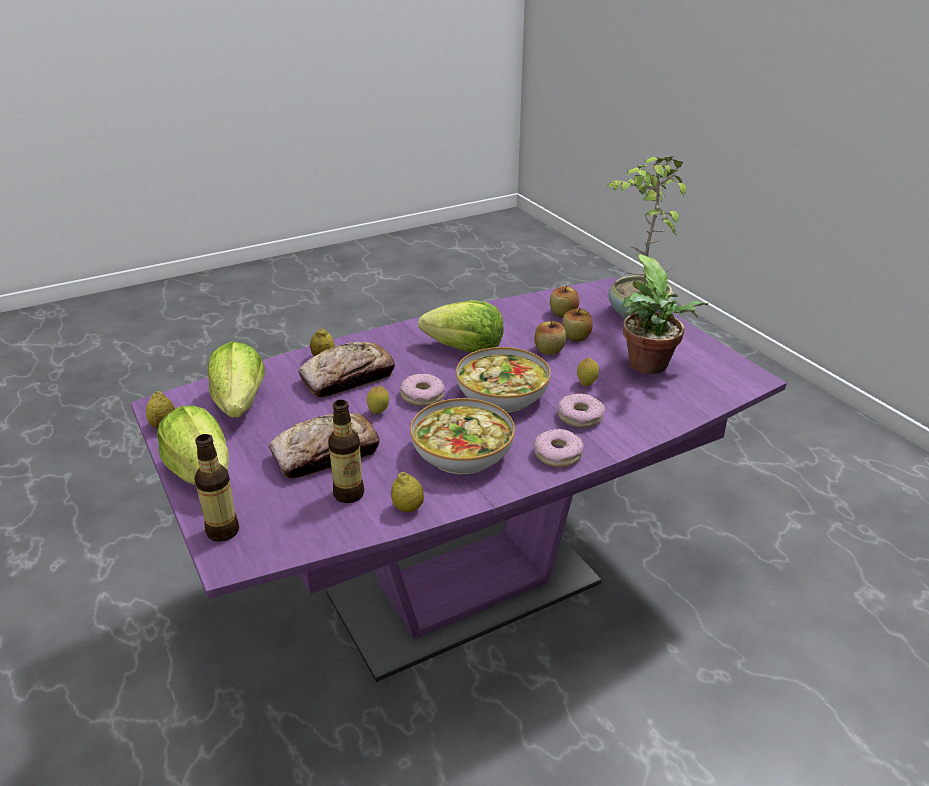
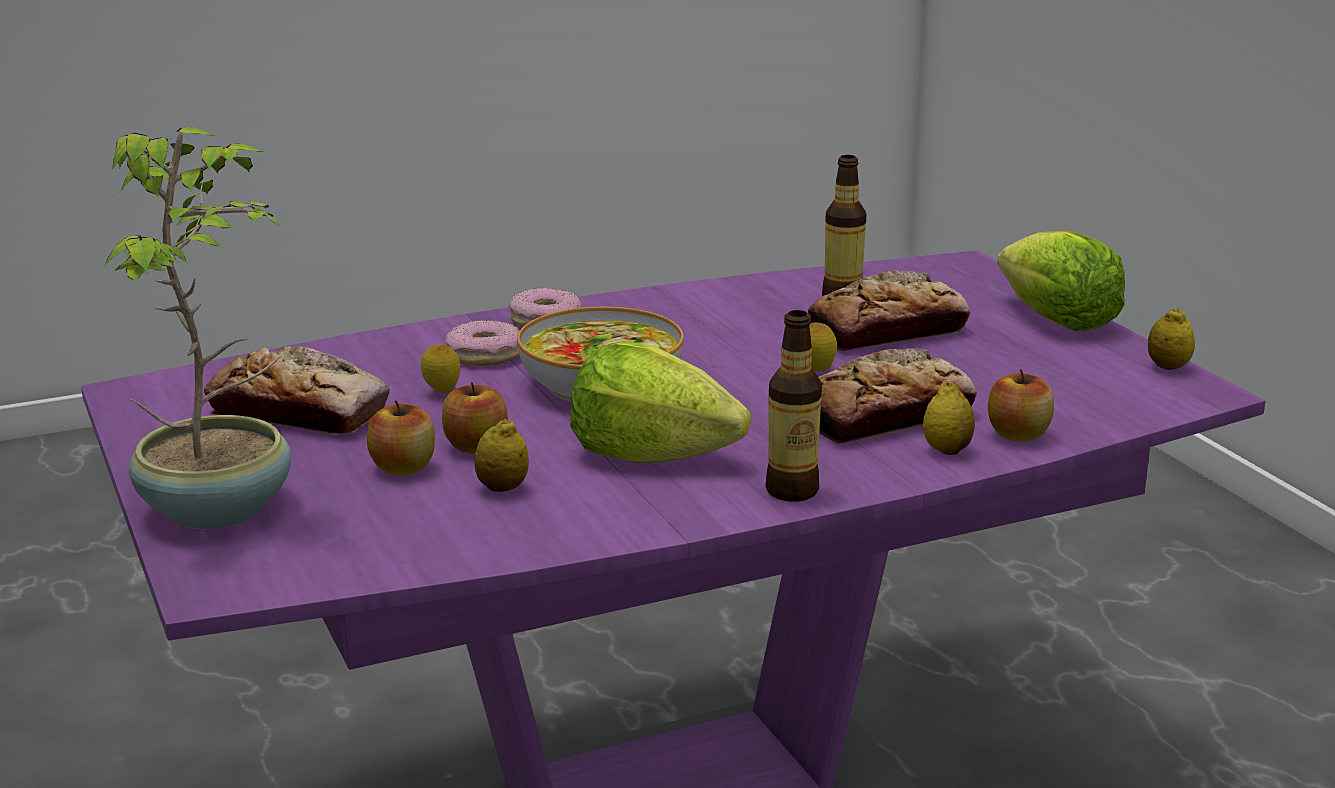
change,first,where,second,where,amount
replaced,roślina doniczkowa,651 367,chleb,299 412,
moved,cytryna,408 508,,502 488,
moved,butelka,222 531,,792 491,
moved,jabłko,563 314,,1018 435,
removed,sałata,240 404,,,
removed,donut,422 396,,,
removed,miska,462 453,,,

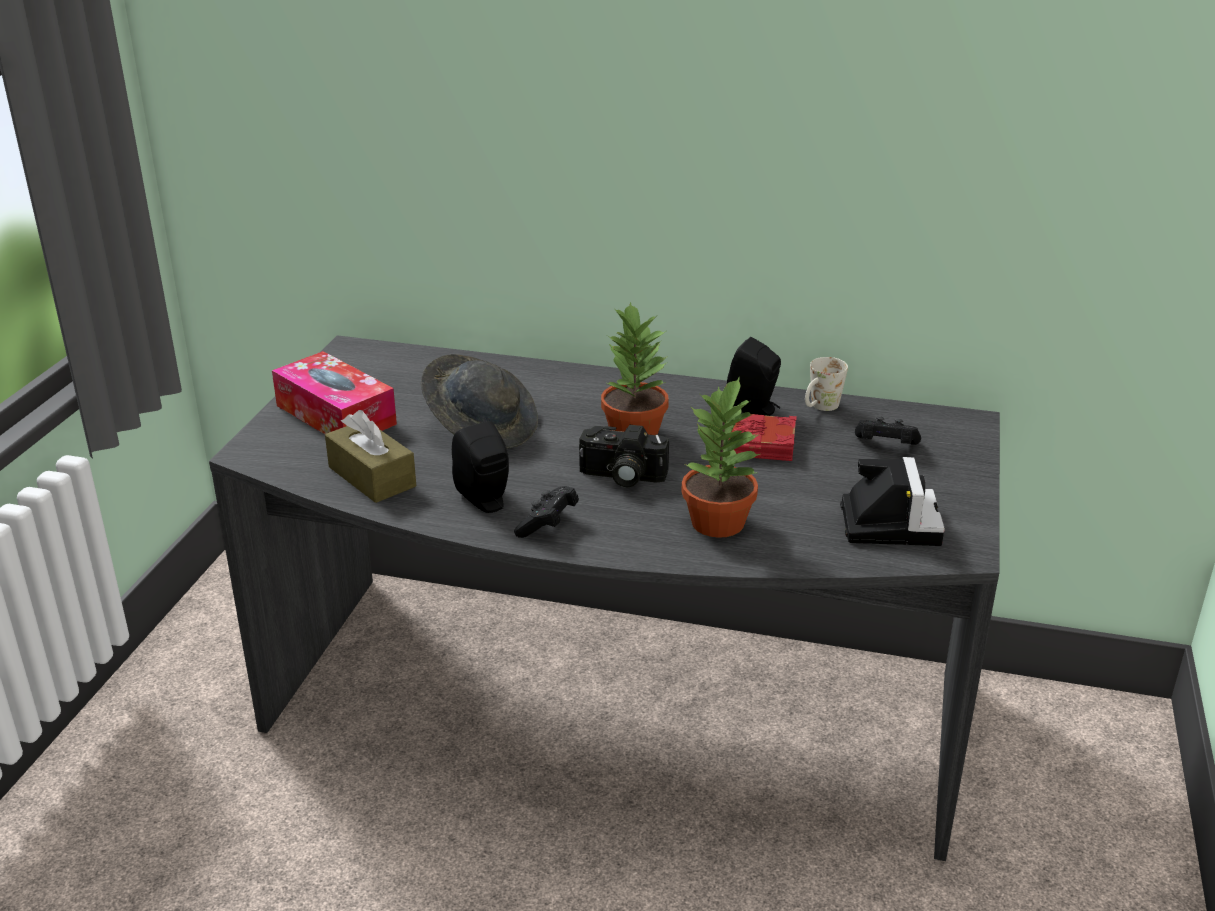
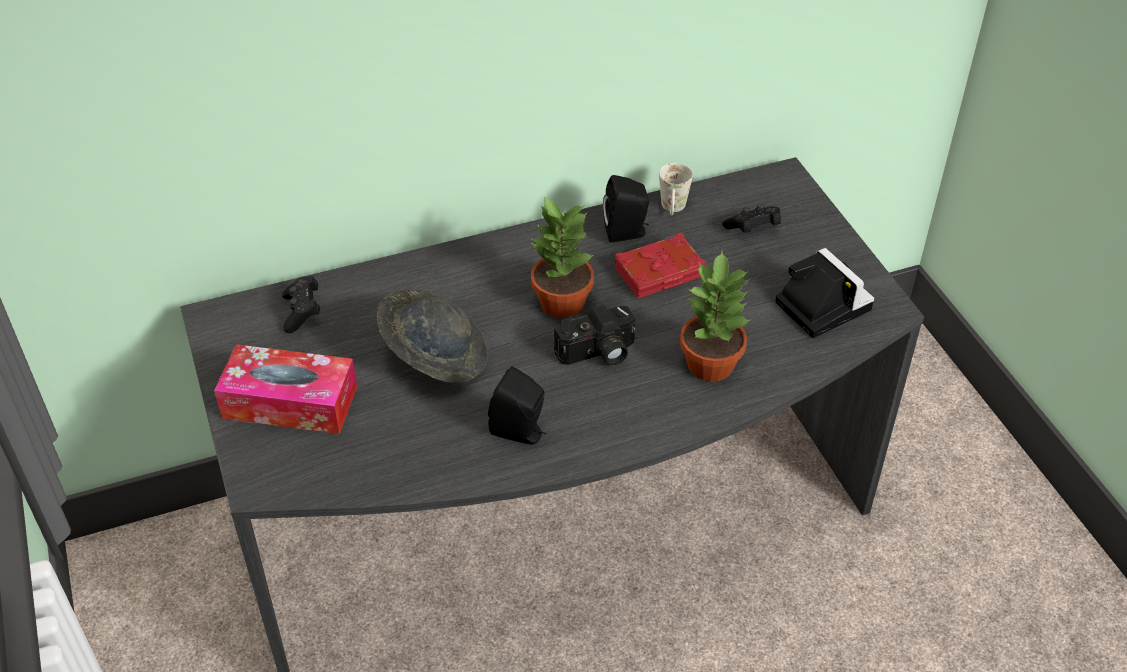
change,first,where,second,where,amount
moved,pad do gier/czarny,548 525,,302 312,
removed,pudełko chusteczek/brązowy,372 477,,,

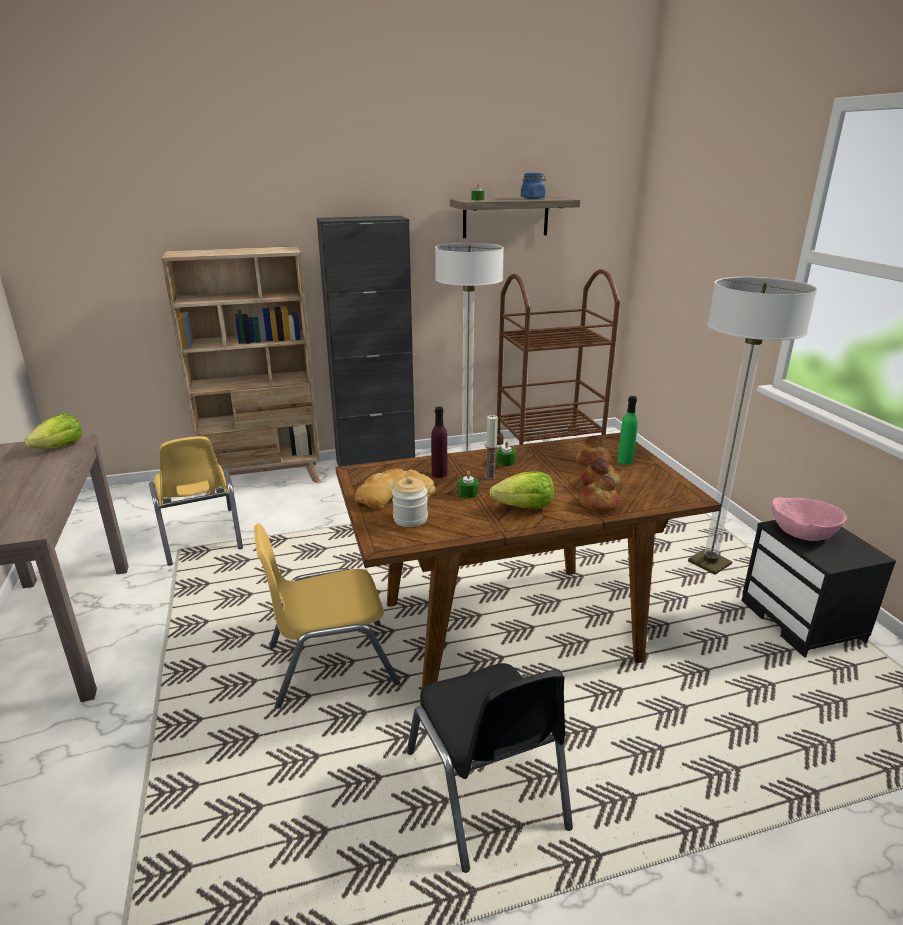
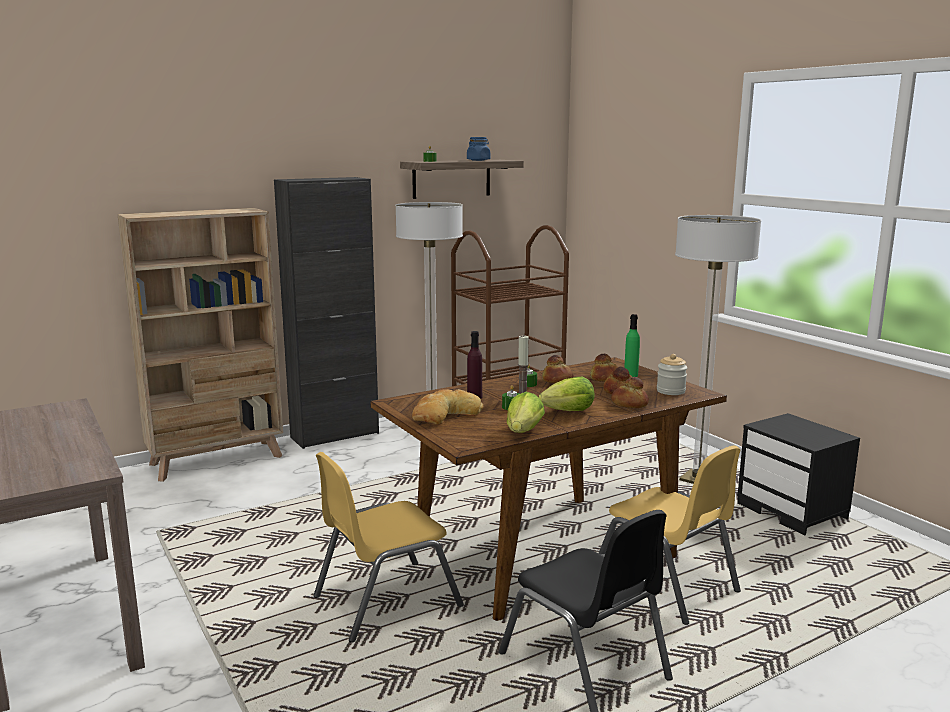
change,first,where,second,where,amount
moved,sałata,60 447,,524 431,
added,,,chleb,557 380,
moved,krzesło/żółty,200 536,,665 584,
moved,słoik,410 519,,670 391,
removed,miska/różowy,802 532,,,

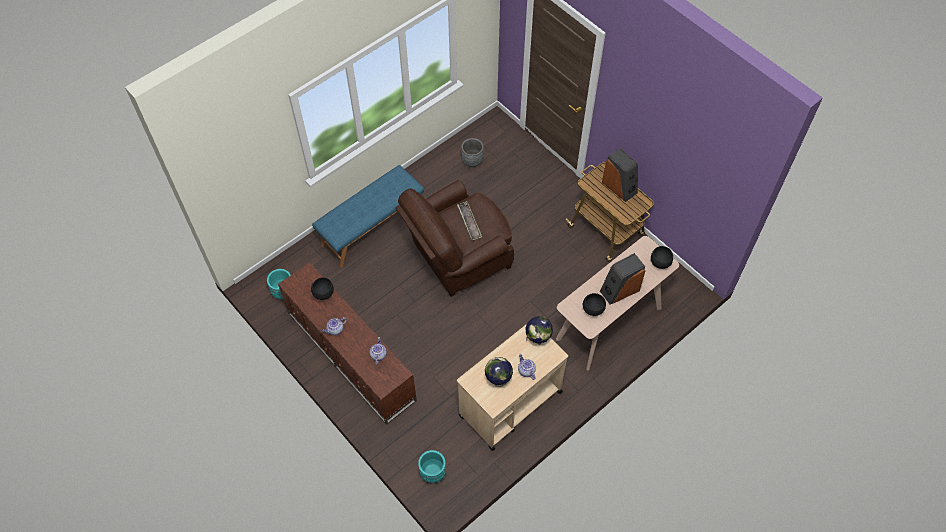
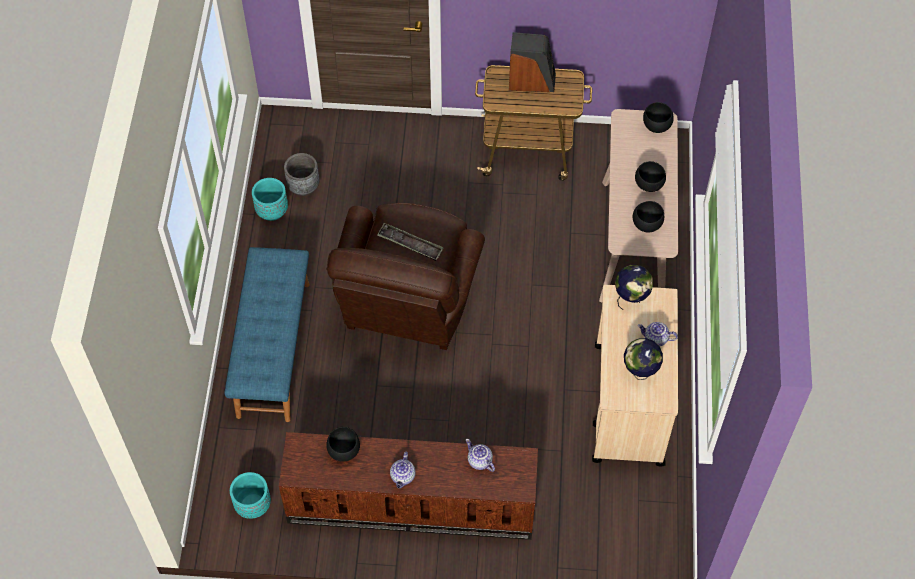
change,first,where,second,where,amount
moved,donica/turkusowy,432 472,,272 211,
replaced,głośnik,619 290,miska/czarny,649 184,

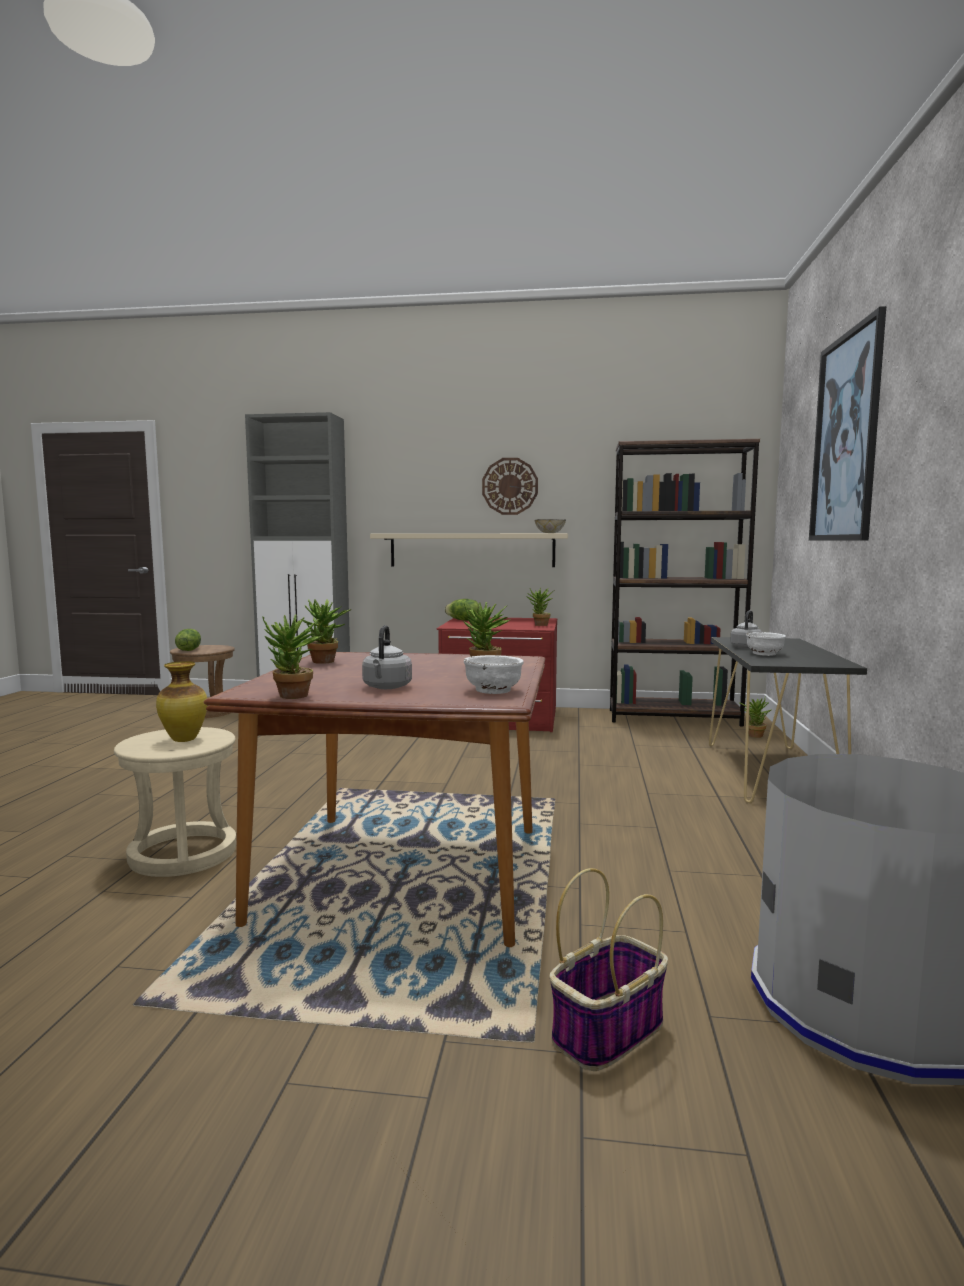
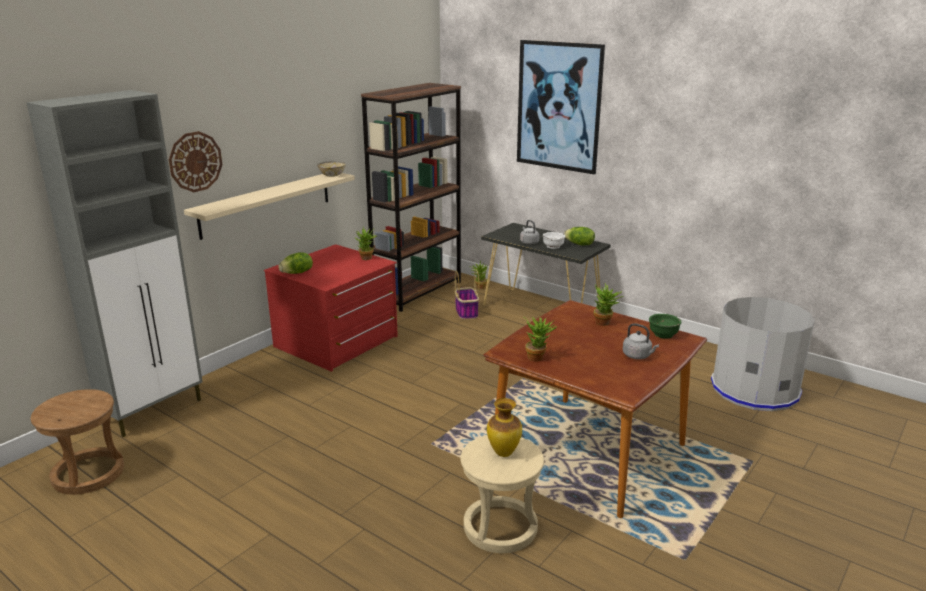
change,first,where,second,where,amount
moved,zegar ścienny,510 486,,195 161,
moved,koszyk,608 1030,,466 312,
moved,sałata,189 650,,579 244,
recoloured,miska/biały,492 690,miska/zielony,663 334,
removed,roślina doniczkowa,292 697,,,

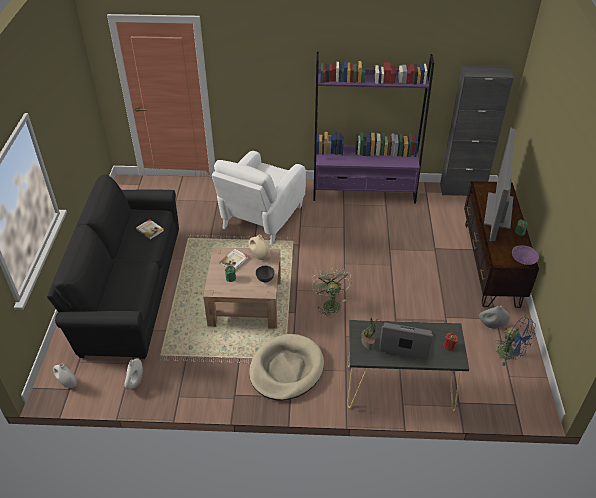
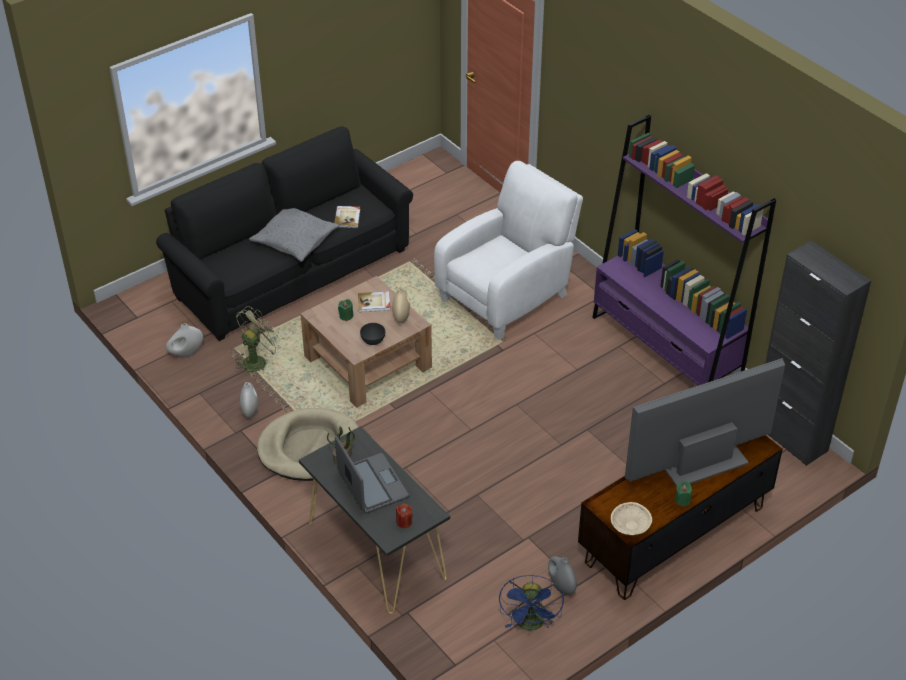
change,first,where,second,where,amount
moved,wentylator/zielony,330 303,,257 360,
moved,wazon/biały,67 383,,250 411,
added,,,poduszka/szary,295 240,
turned,fotel/biały,261 218,,507 295,150 degrees clockwise
recoloured,miska/fioletowy,523 260,miska/beżowy,630 526,

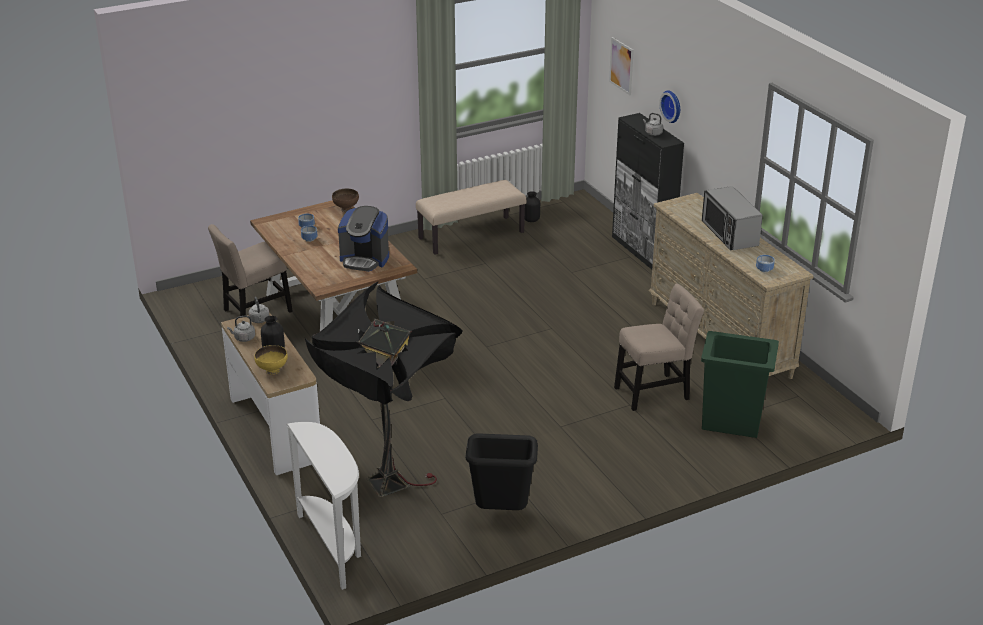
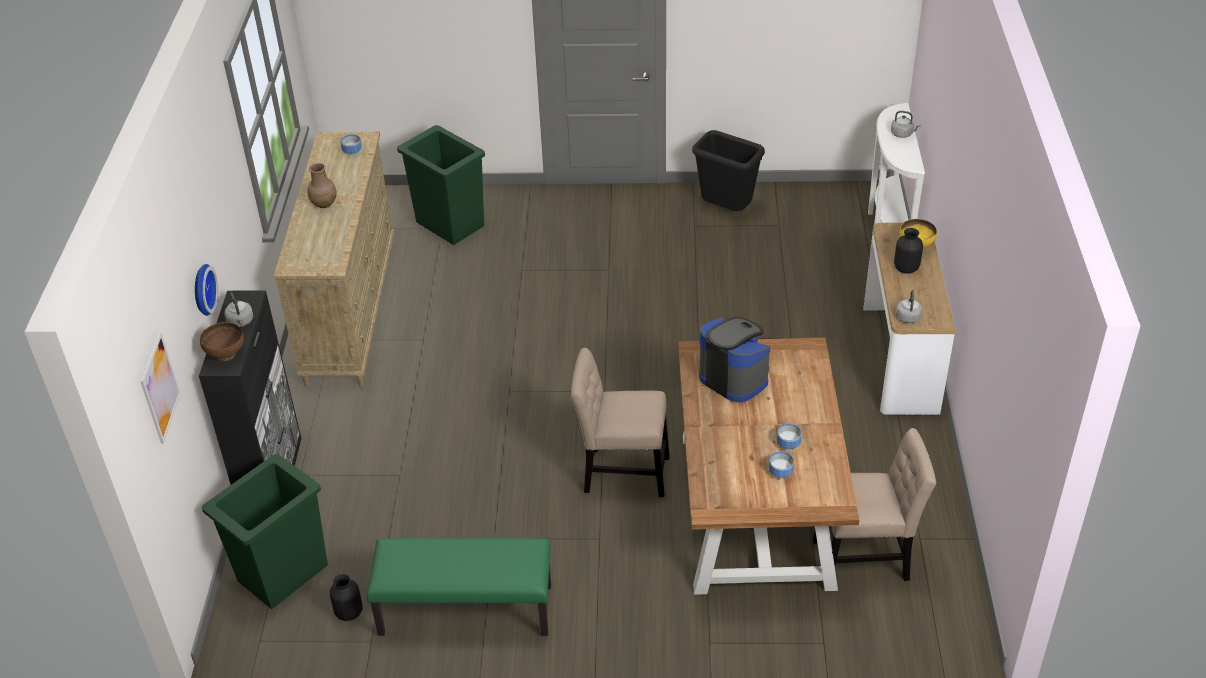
change,first,where,second,where,amount
moved,miska/brązowy,346 209,,226 355,
added,,,kosz na śmieci/zielony,281 573,
replaced,mikrofalówka,729 234,wazon/brązowy,324 203,
recoloured,ławka/beżowy,471 235,ławka/zielony,465 611,
moved,krzesło/beżowy,655 392,,621 473,
moved,czajnik/szary,243 338,,903 134,
removed,lampa stojąca/czarny,391 490,,,

